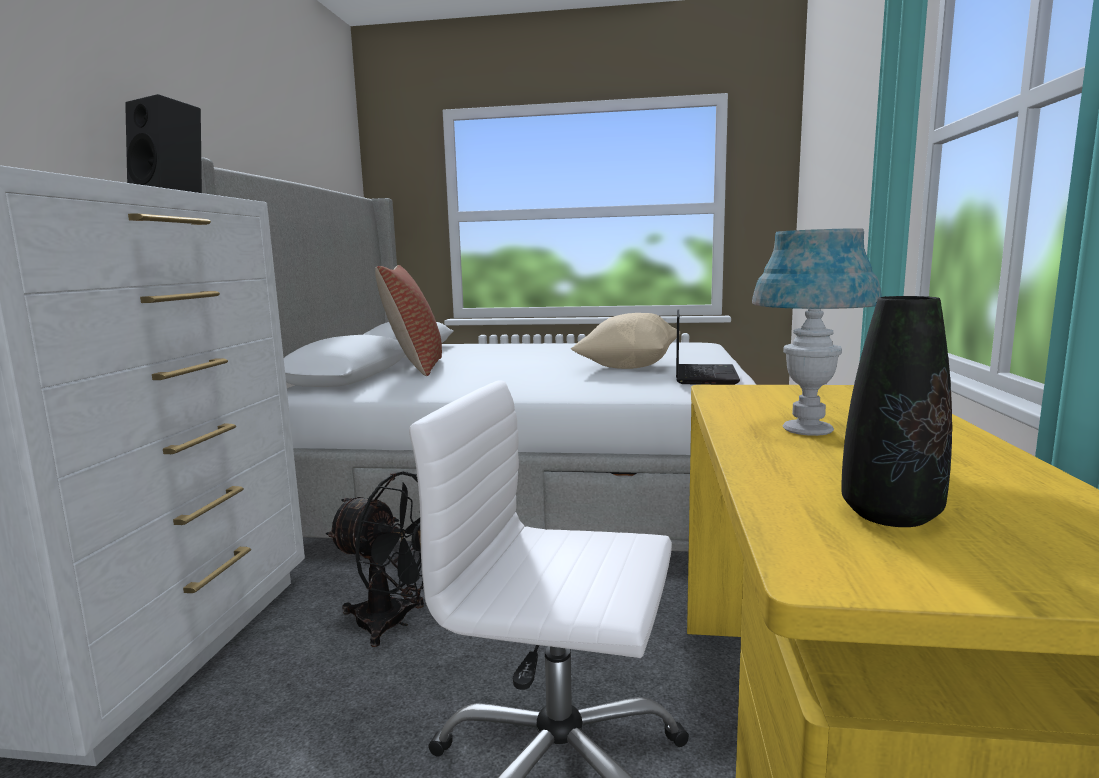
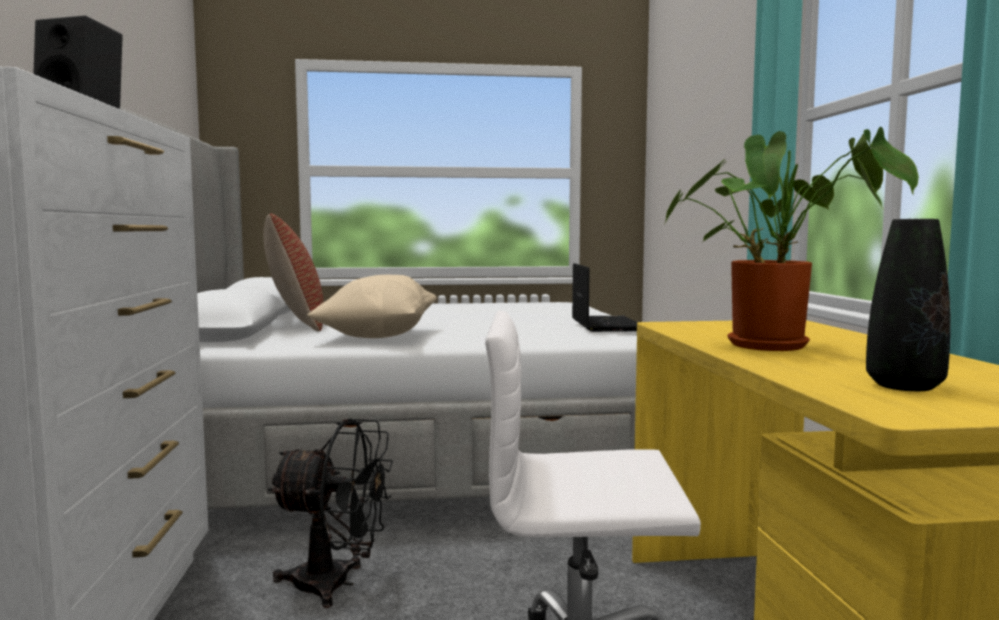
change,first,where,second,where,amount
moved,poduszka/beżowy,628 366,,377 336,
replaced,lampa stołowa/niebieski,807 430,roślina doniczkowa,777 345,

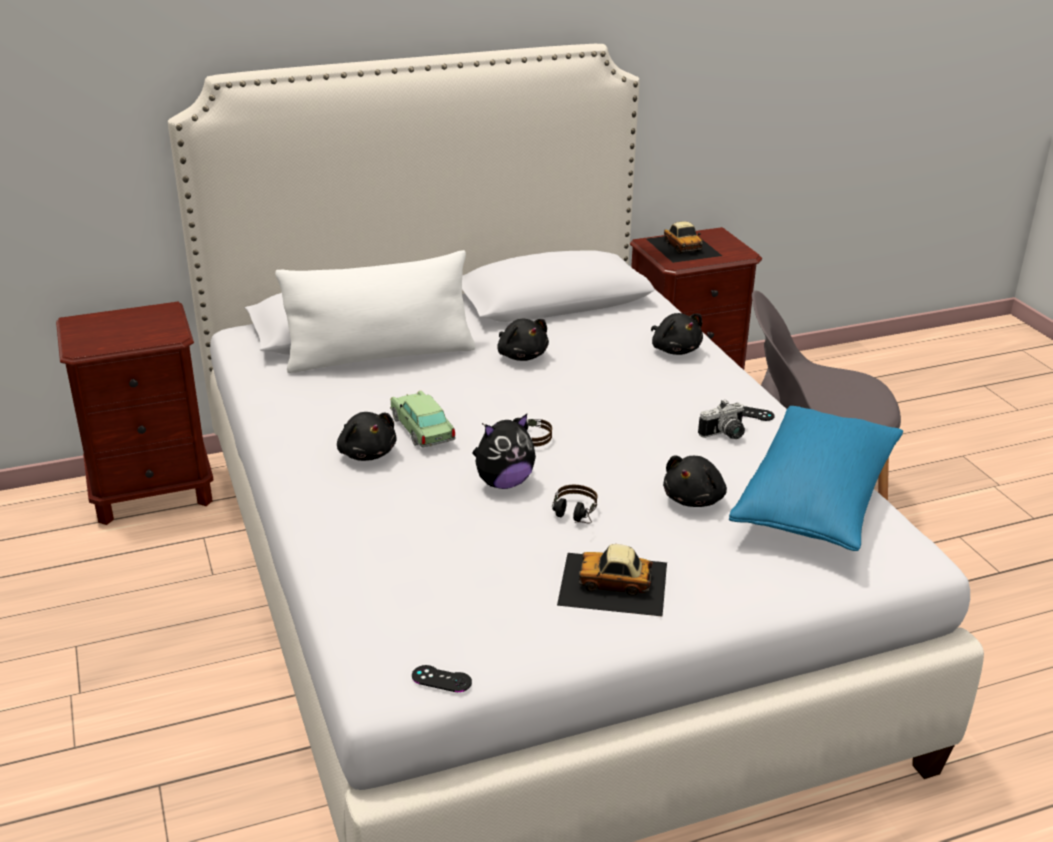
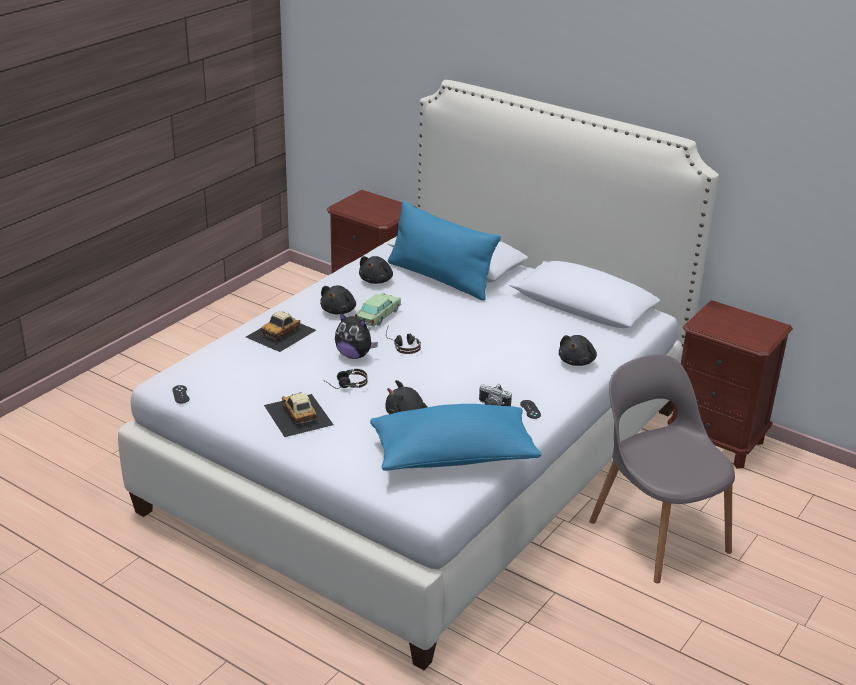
change,first,where,second,where,amount
moved,samochodzik,683 247,,281 333,
moved,pluszak/czarny,521 355,,376 280,
recoloured,poduszka/biały,380 355,poduszka/niebieski,440 278,

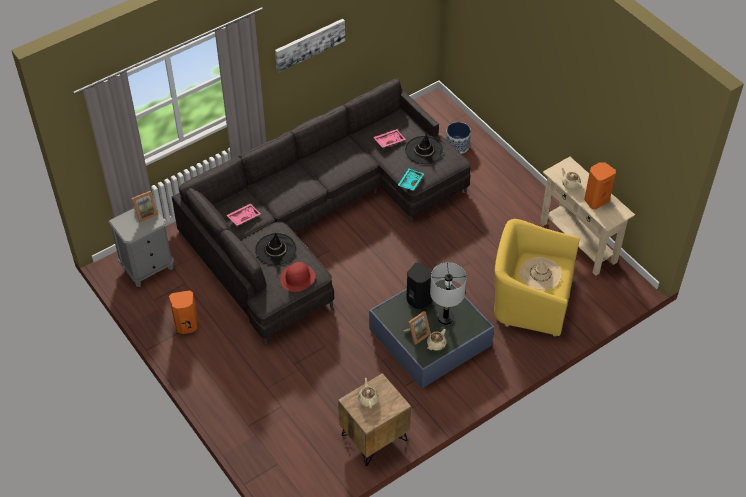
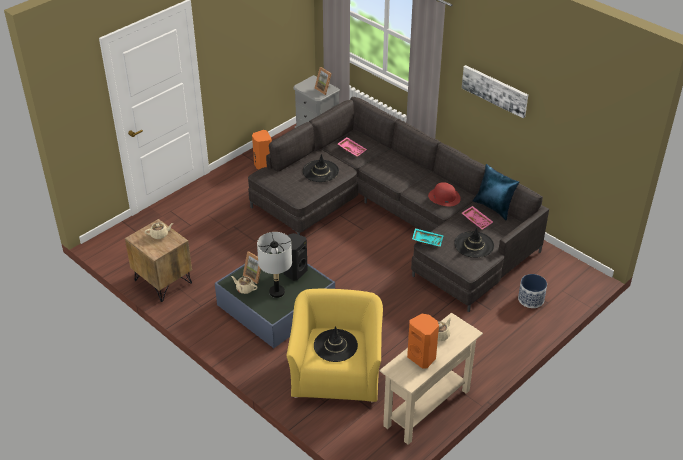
change,first,where,second,where,amount
recoloured,kapelusz/beżowy,540 274,kapelusz/czarny,335 345,
moved,kapelusz/czerwony,297 278,,444 197,
added,,,poduszka/niebieski,494 207,

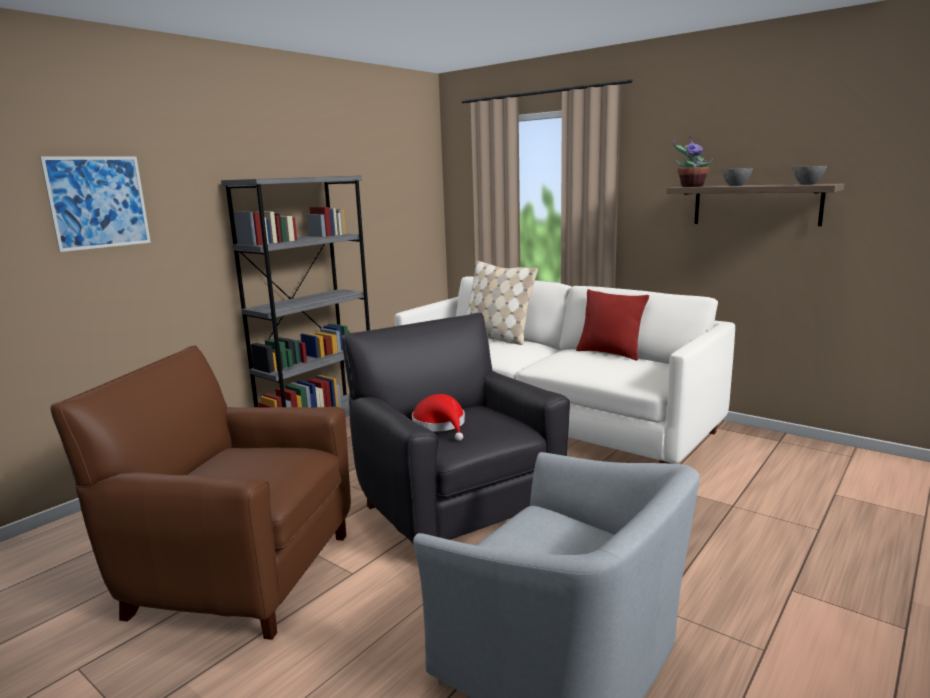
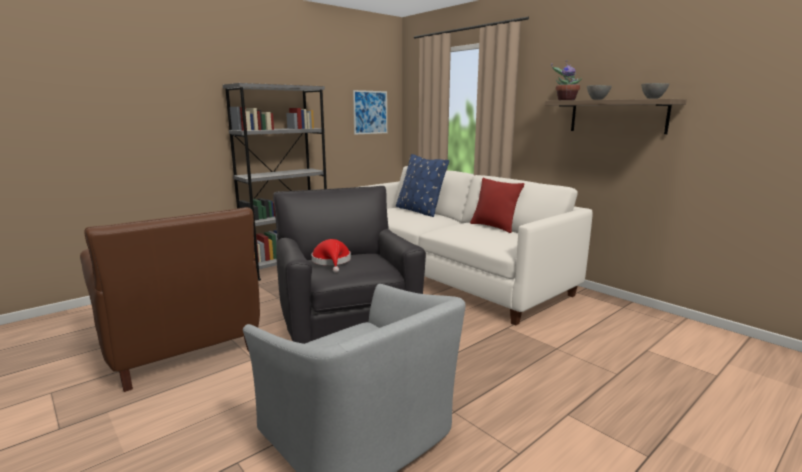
change,first,where,second,where,amount
turned,fotel/brązowy,240 572,,181 349,150 degrees counterclockwise
moved,obraz,98 202,,370 112,
recoloured,poduszka/beżowy,497 337,poduszka/niebieski,419 211,

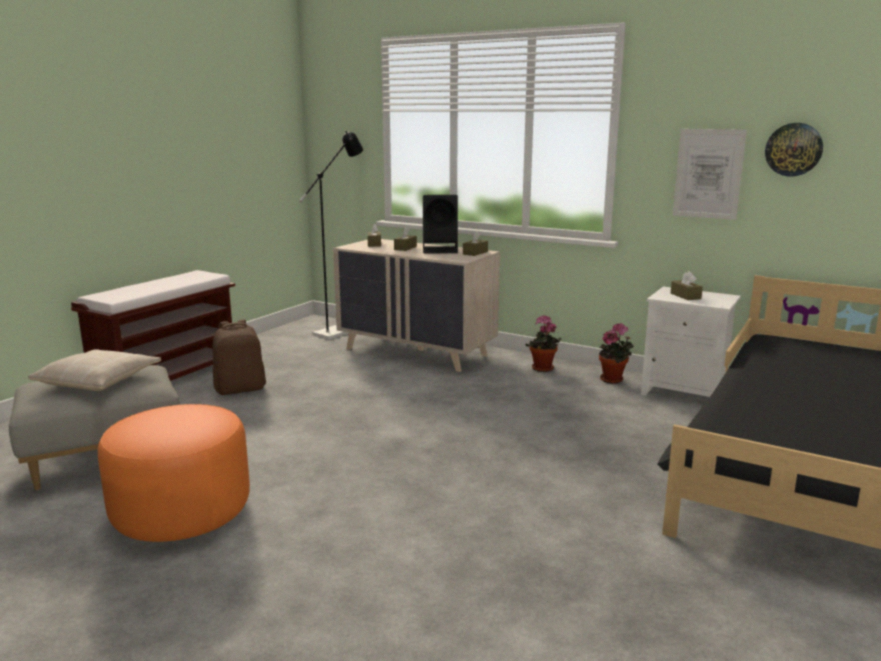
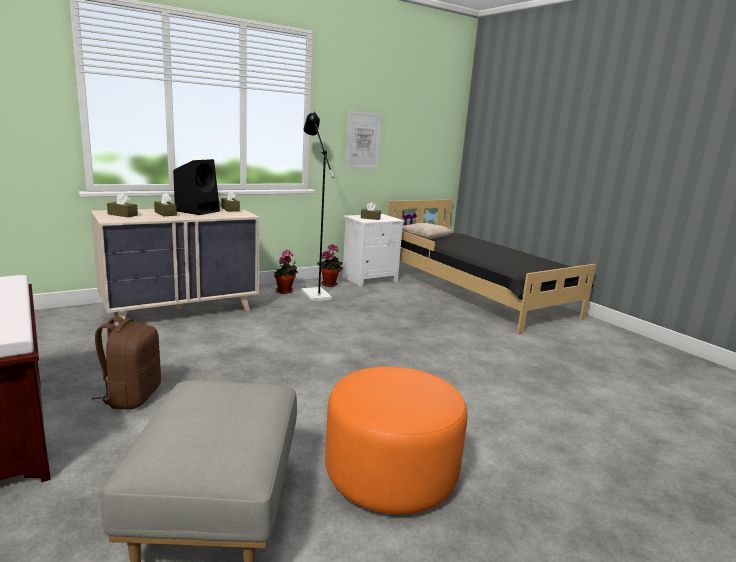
change,first,where,second,where,amount
moved,lampa stojąca/czarny,339 331,,313 293,
moved,poduszka/beżowy,99 380,,424 236,
removed,zegar ścienny,793 149,,,

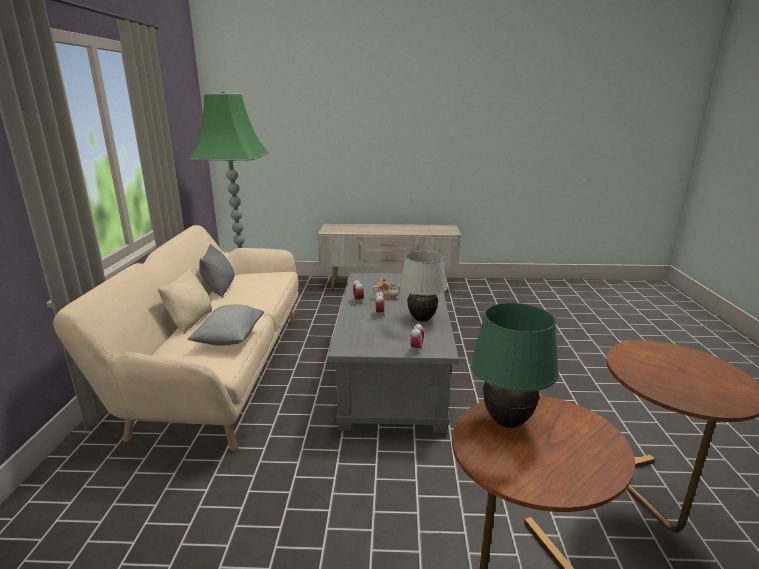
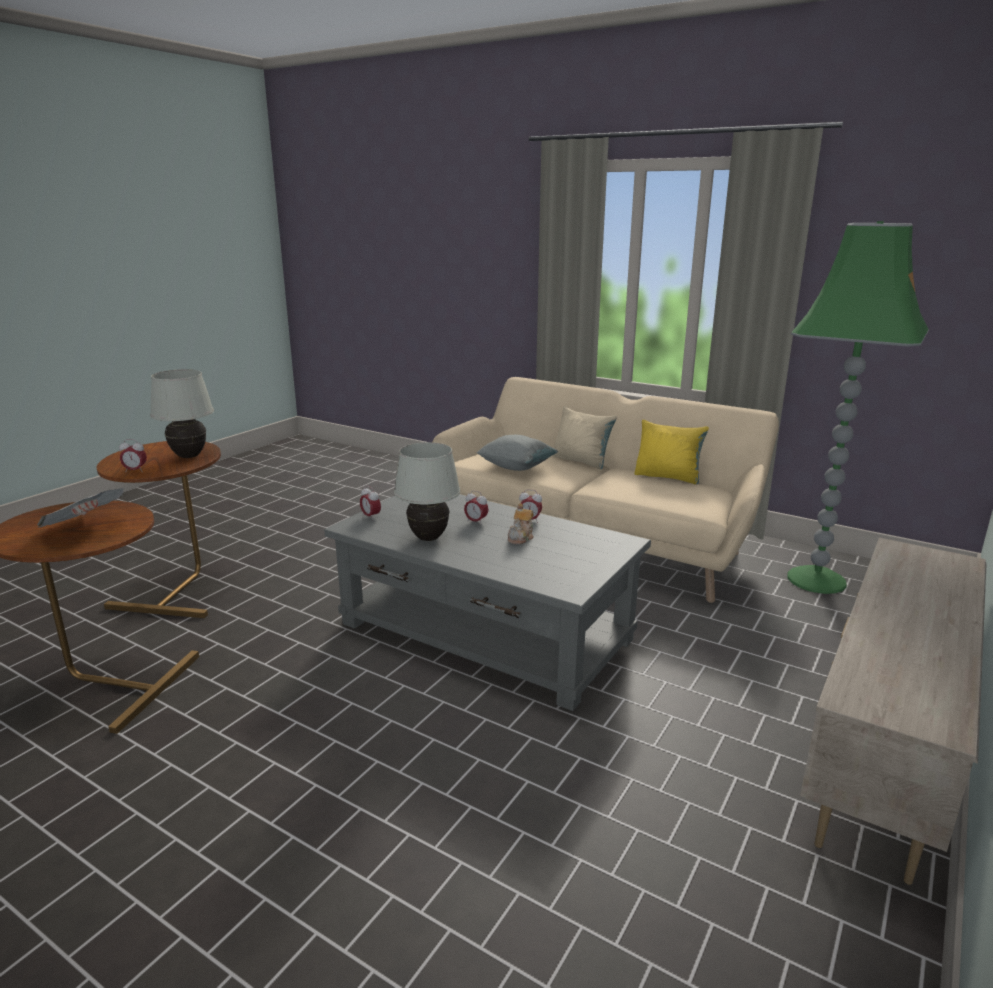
change,first,where,second,where,amount
added,,,gazeta,85 529,
added,,,budzik,135 471,
recoloured,lampa stołowa/zielony,507 421,lampa stołowa/biały,189 456,
recoloured,poduszka/szary,219 289,poduszka/żółty,668 477,

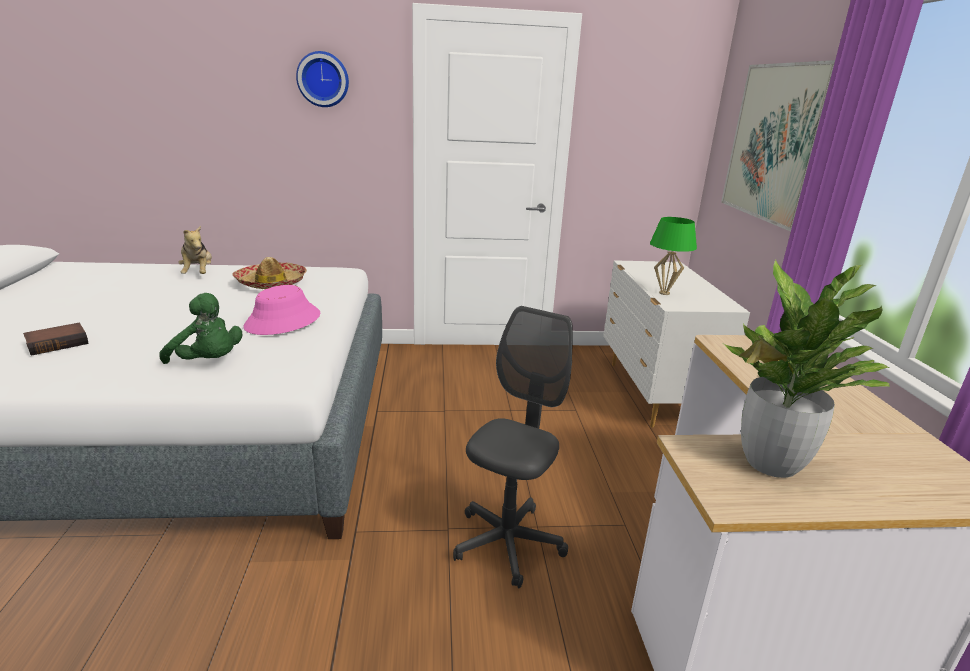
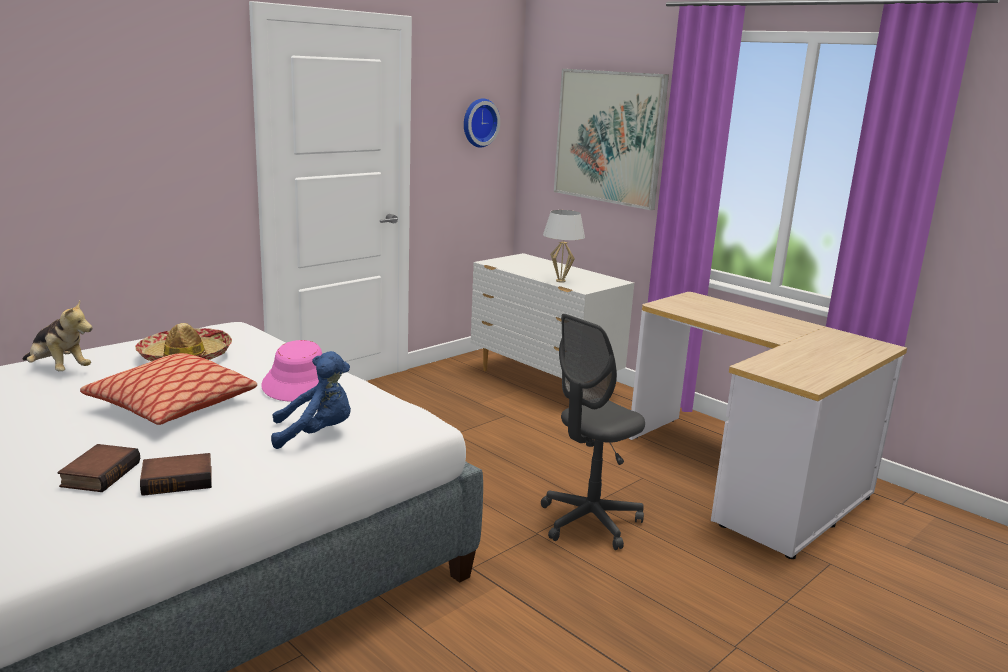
change,first,where,second,where,amount
added,,,poduszka,173 406,
added,,,książka,179 479,
recoloured,pluszak/zielony,208 362,pluszak/niebieski,316 434,
moved,zegar ścienny,323 79,,478 122,
turned,krzesło biurowe/szary,507 543,,589 522,120 degrees counterclockwise
recoloured,lampa stołowa/zielony,664 293,lampa stołowa/biały,560 281,
removed,roślina doniczkowa,770 463,,,

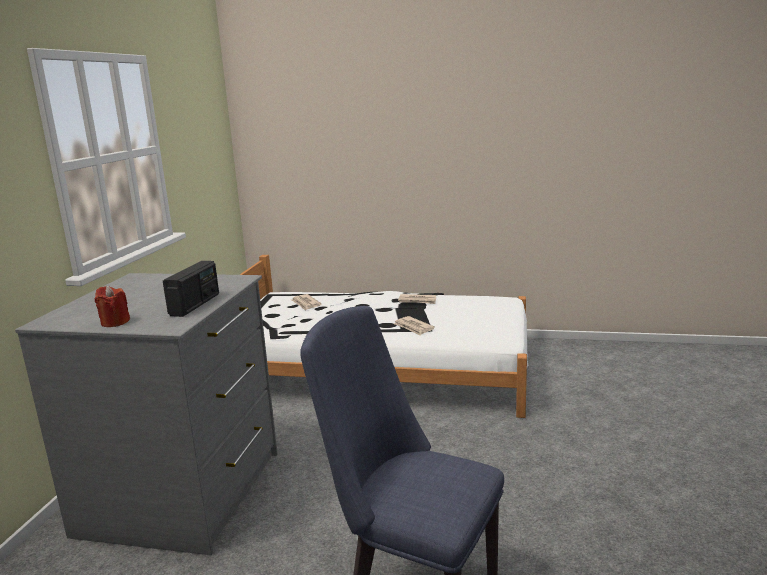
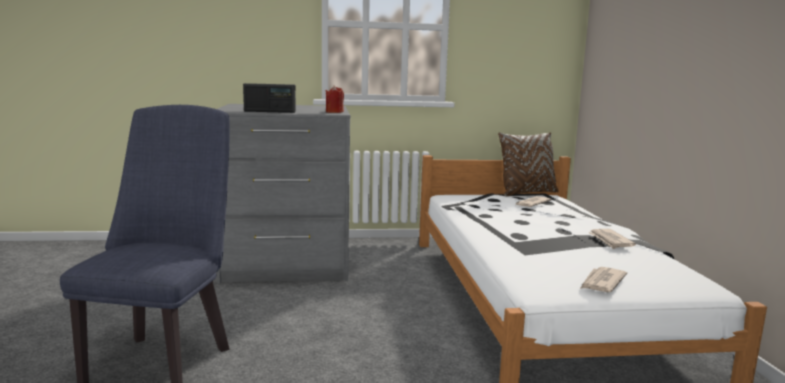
change,first,where,second,where,amount
moved,świeca/czerwony,115 322,,334 112,
added,,,poduszka/brązowy,526 193,
moved,gazeta,413 327,,602 282,

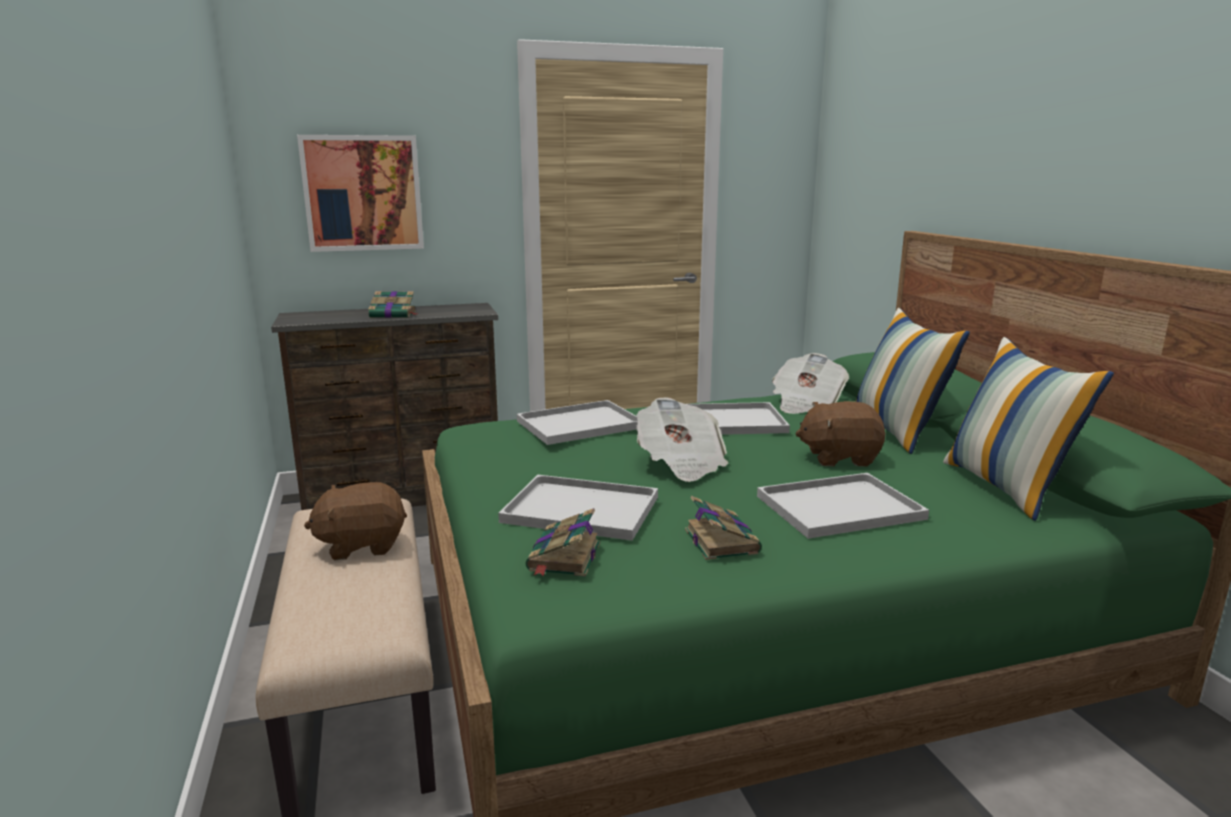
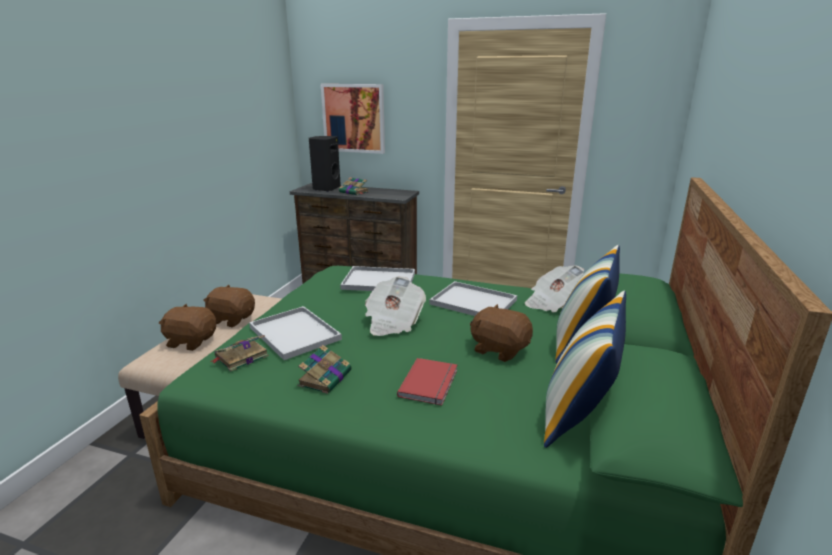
change,first,where,second,where,amount
added,,,pluszak/brązowy,191 341,
added,,,głośnik/czarny,325 189,
replaced,taca/biały,841 506,książka/czerwony,430 383,

